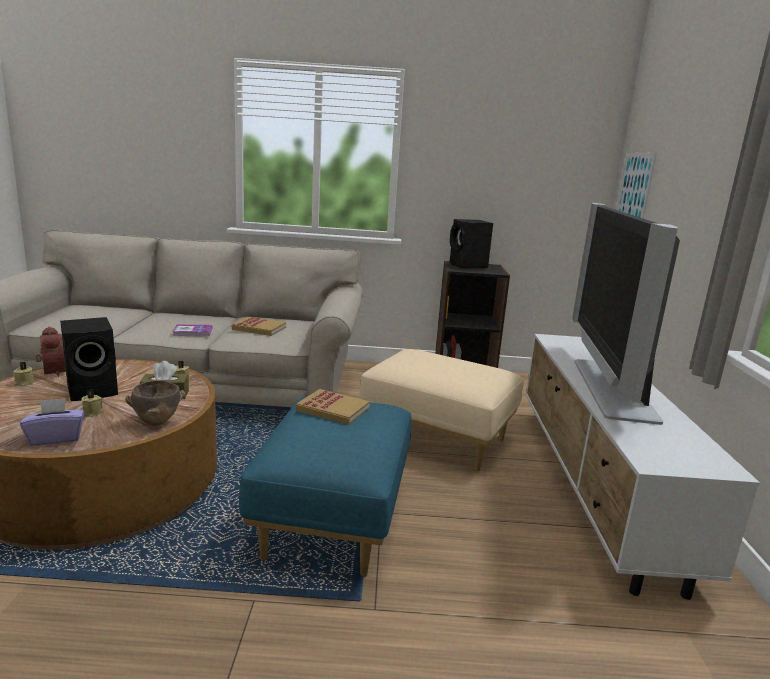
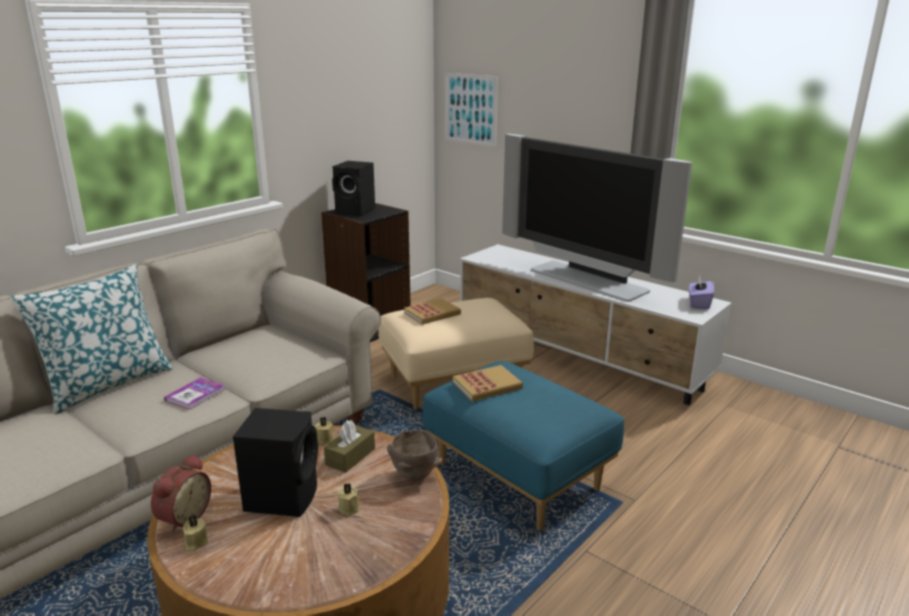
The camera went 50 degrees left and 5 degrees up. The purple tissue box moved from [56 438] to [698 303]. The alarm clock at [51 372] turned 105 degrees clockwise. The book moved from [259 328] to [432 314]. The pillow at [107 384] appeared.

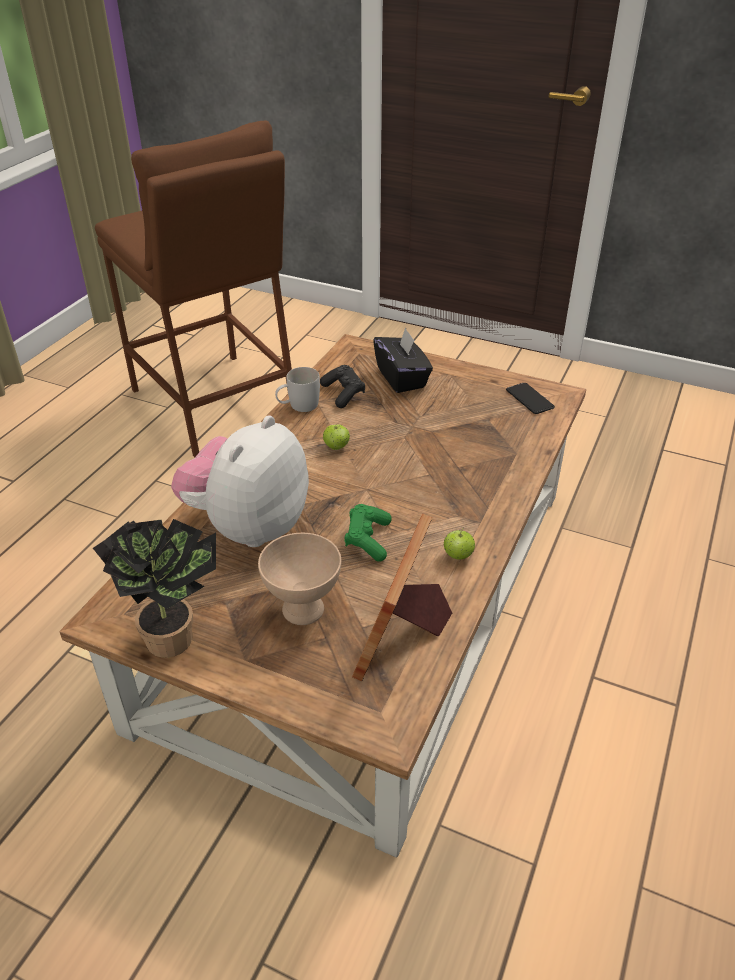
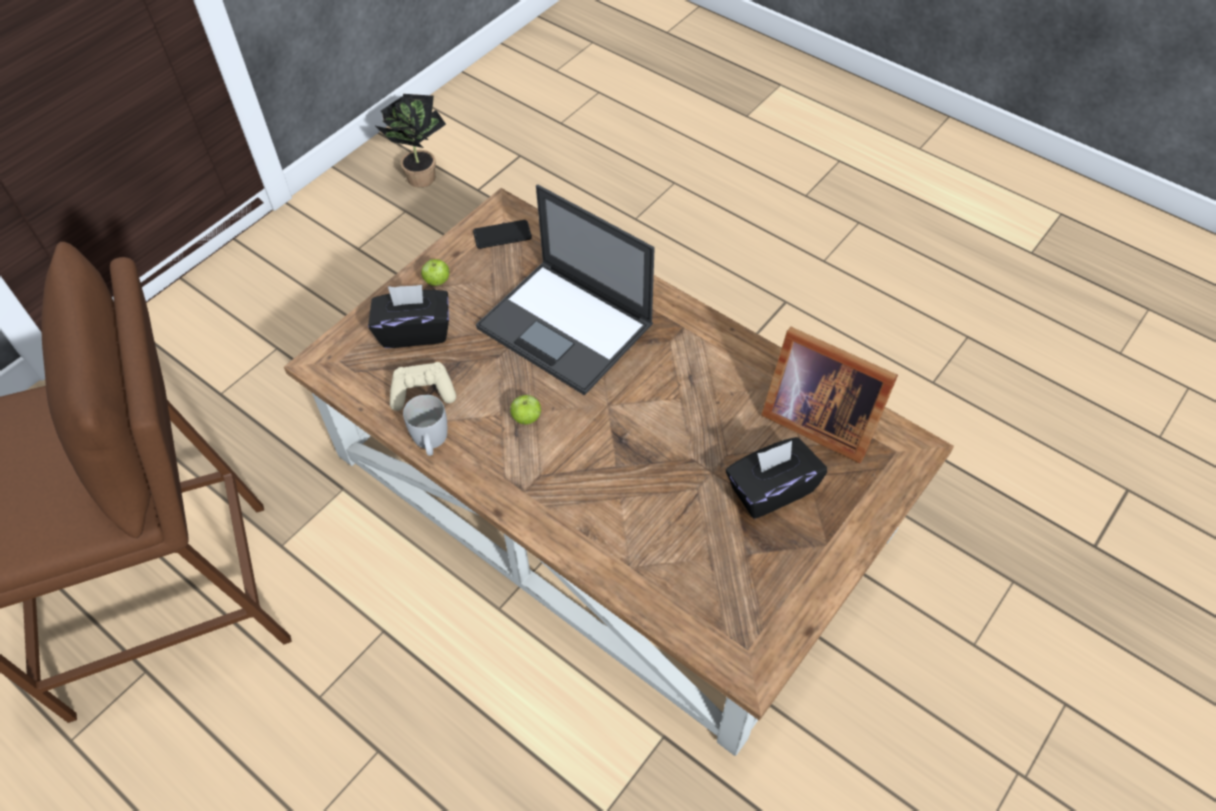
The camera went 75 degrees left and 15 degrees up. The potted plant moved from [176 637] to [420 174]. The plush toy at [248 526] disappeared. The beige bowl at [301 609] was replaced by the black tissue box at [771 490]. The black game controller at [343 393] became the beige game controller at [423 393]. The green game controller at [368 540] disappeared. The apple moved from [458 556] to [437 282]. The laptop at [567 327] appeared.

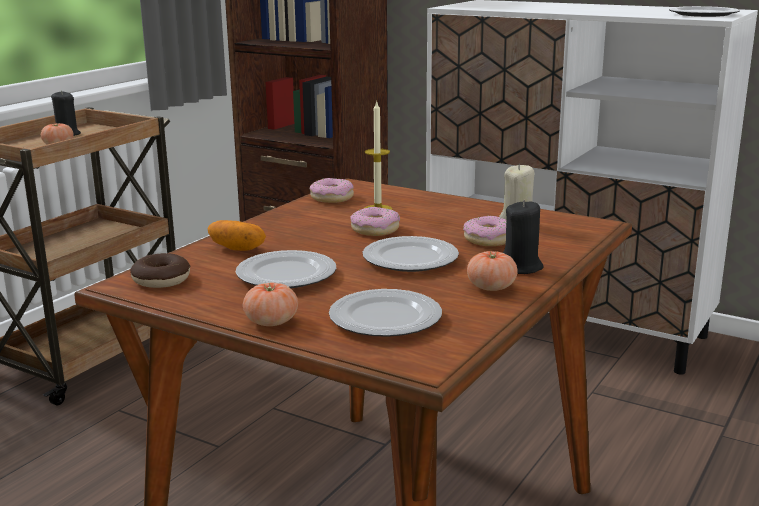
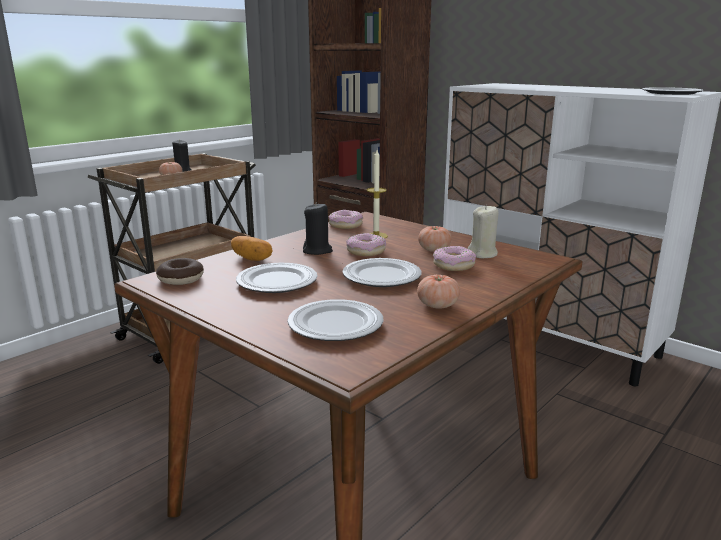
The camera went 10 degrees right and 0 degrees up. The tomato moved from [271 322] to [434 250]. The black candle moved from [521 268] to [317 251].

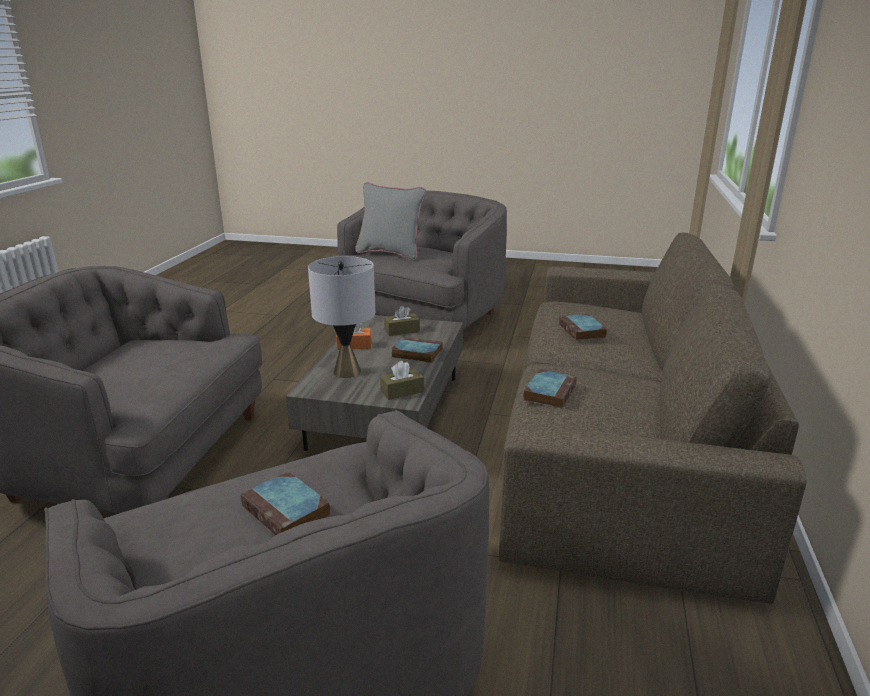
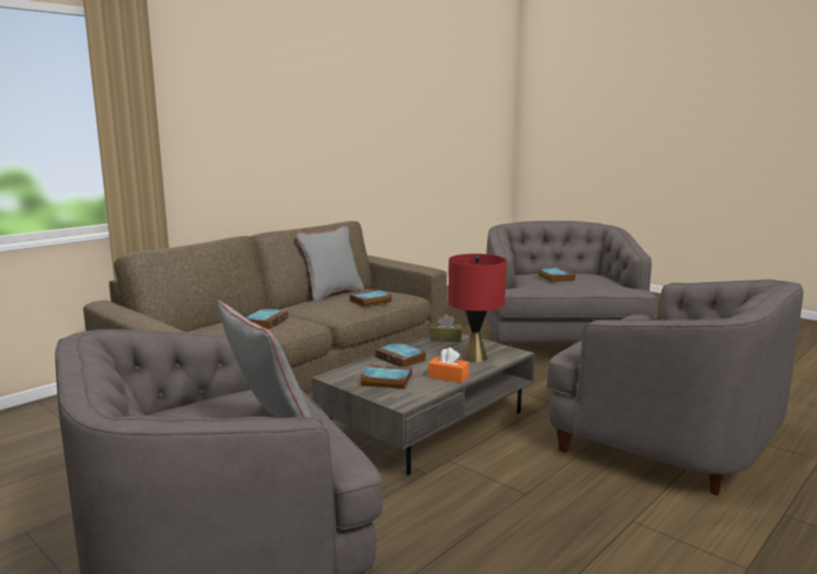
The camera went 150 degrees left and 10 degrees down. The grey table lamp at [346 371] became the red table lamp at [475 358]. The brown tissue box at [402 331] was replaced by the book at [385 381]. The grey pillow at [332 294] appeared.

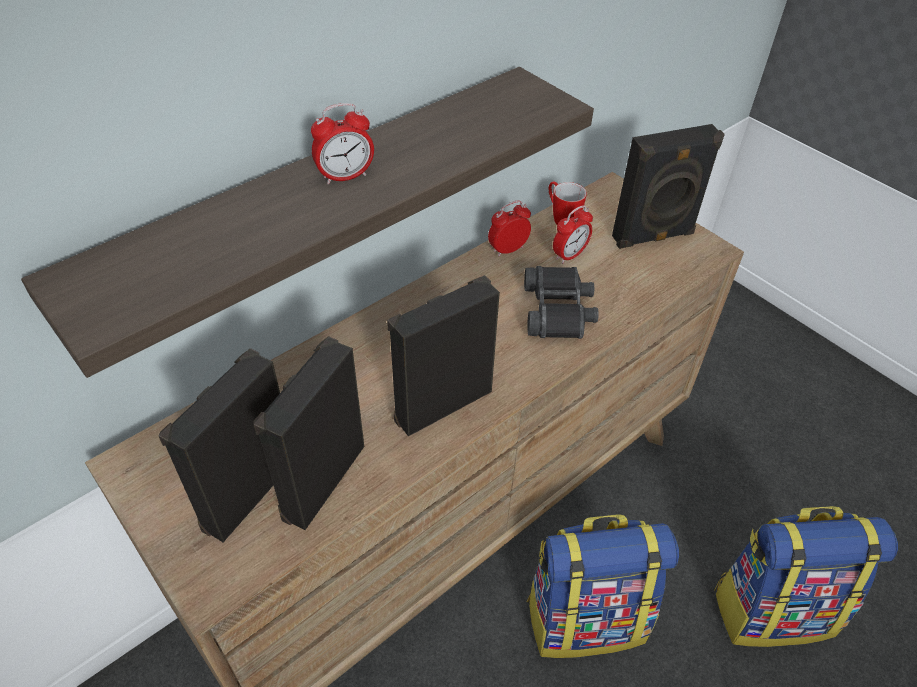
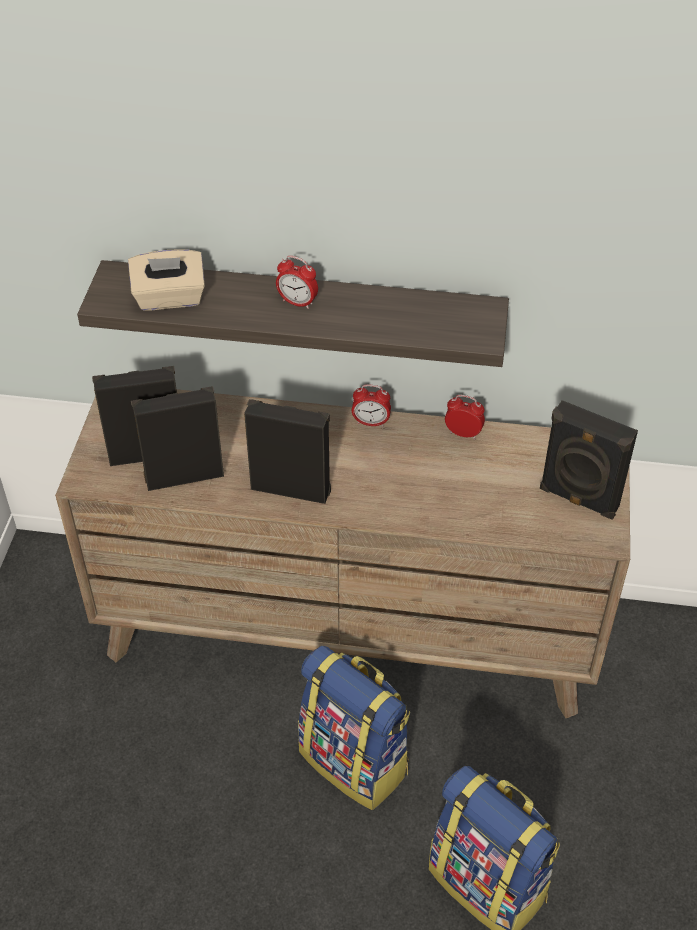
The camera went 50 degrees right and 0 degrees up. The black binoculars at [558 311] disappeared. The mug at [561 219] disappeared. The alarm clock moved from [569 255] to [371 422]. The beige tissue box at [169 298] appeared.

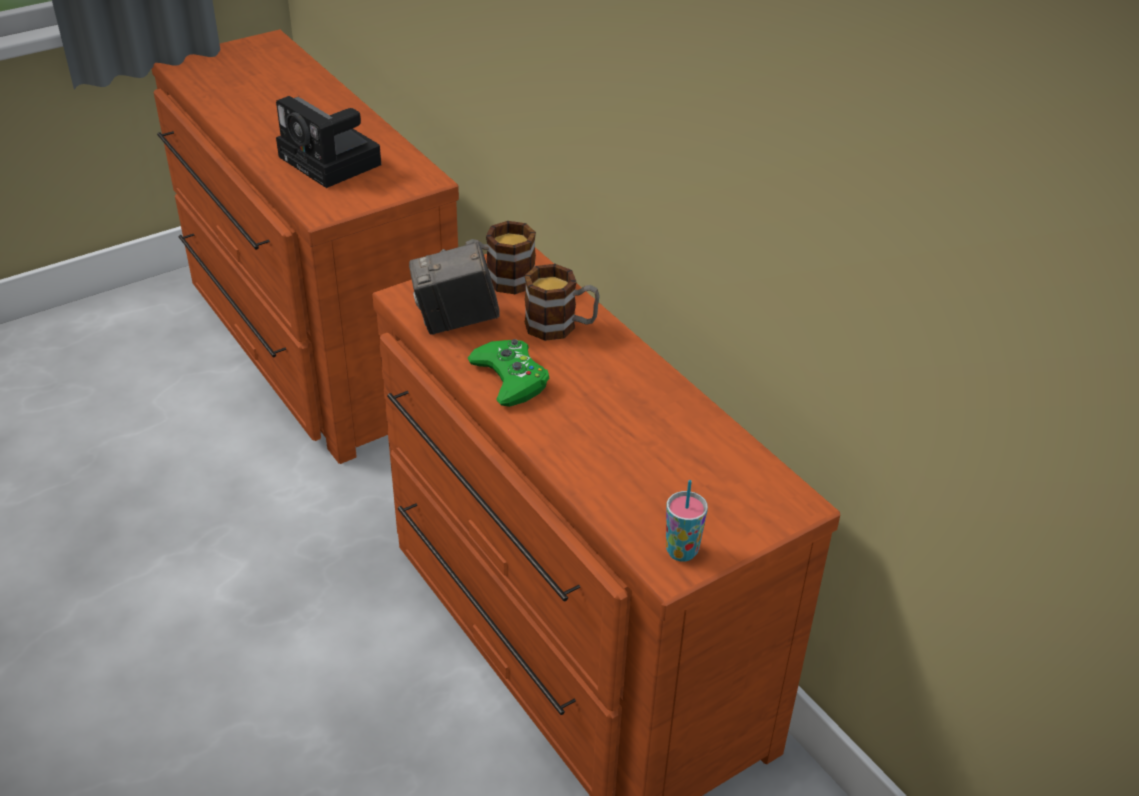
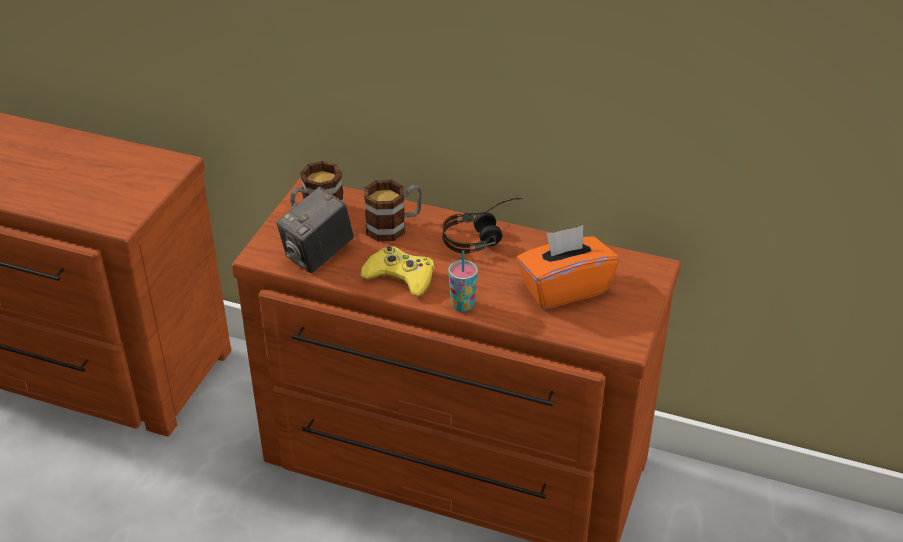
The camera went 35 degrees left and 0 degrees up. The photo camera at [333 162] disappeared. The green game controller at [510 378] became the yellow game controller at [400 276]. The cup moved from [681 551] to [462 305]. The headphones at [484 236] appeared. The orange tissue box at [564 288] appeared.

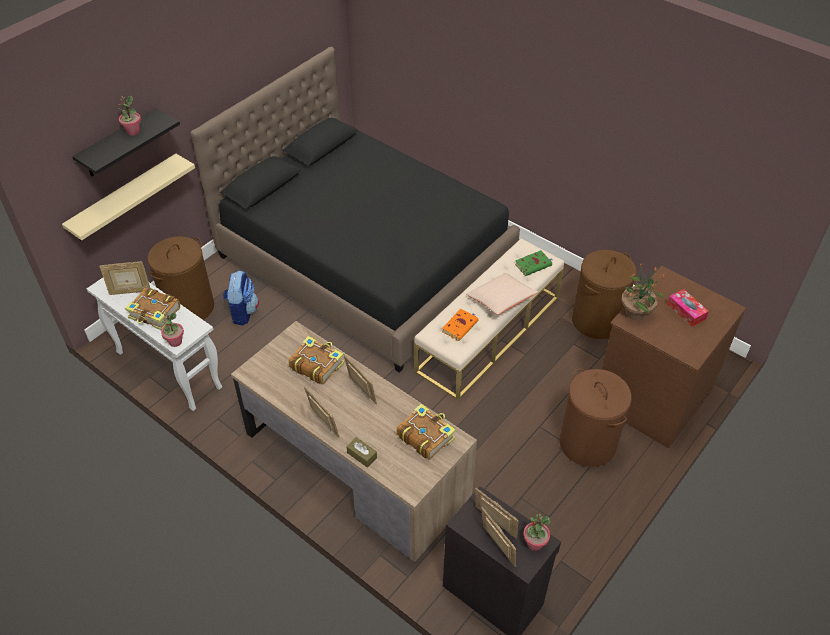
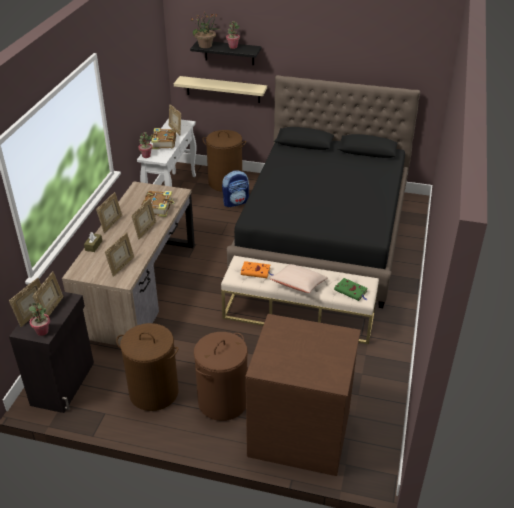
The camera went 65 degrees right and 10 degrees down. The book at [425 436] was replaced by the picture frame at [121 266]. The brown laundry basket moved from [597 321] to [153 392]. The potted plant moved from [636 312] to [205 45]. The tissue box at [686 311] disappeared.

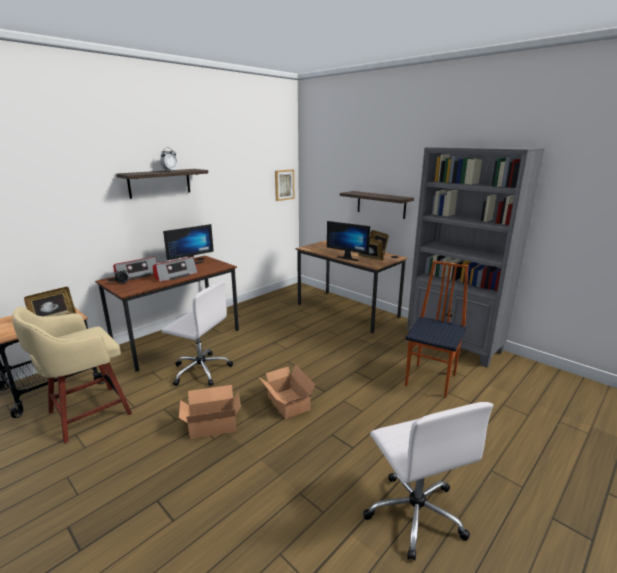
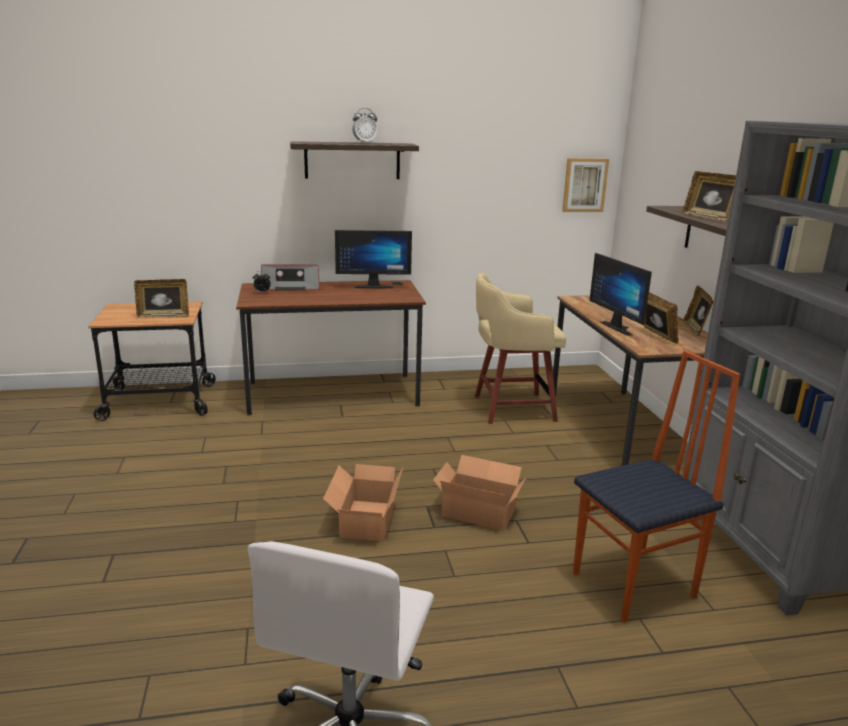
The camera went 35 degrees right and 0 degrees up. The beige stool moved from [86 414] to [511 408]. The radio at [175 275] disappeared. The white office chair at [200 370] disappeared. The cardboard box moved from [211 424] to [478 510]. The picture frame at [707 217] appeared.

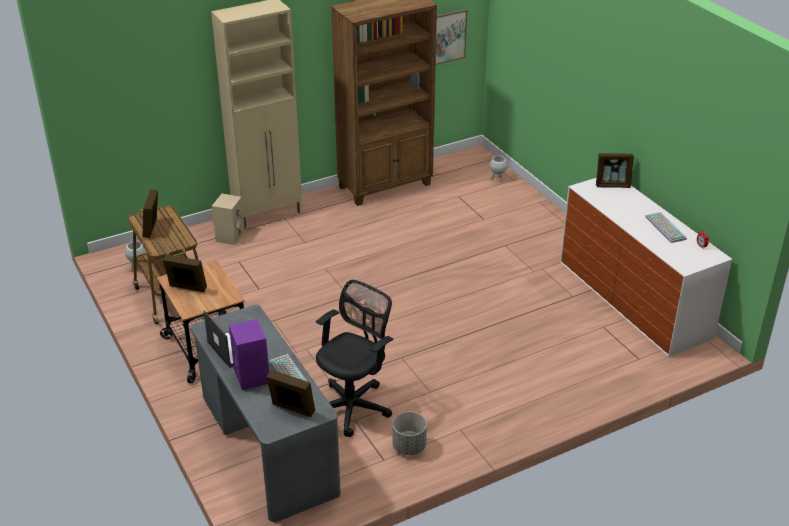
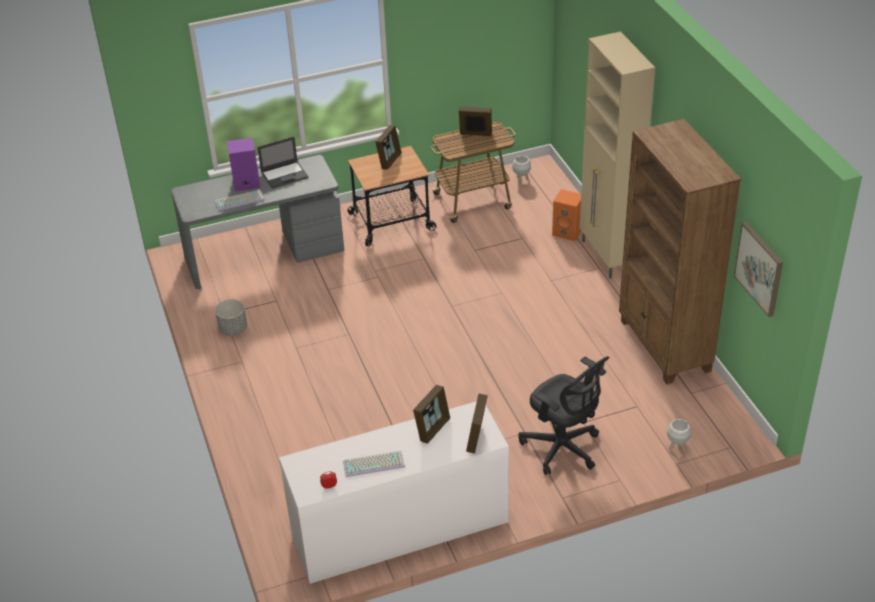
The camera went 100 degrees right and 5 degrees up. The beige speaker at [230 236] became the orange speaker at [568 232]. The picture frame moved from [292 410] to [432 428]. The black office chair moved from [353 406] to [563 448].

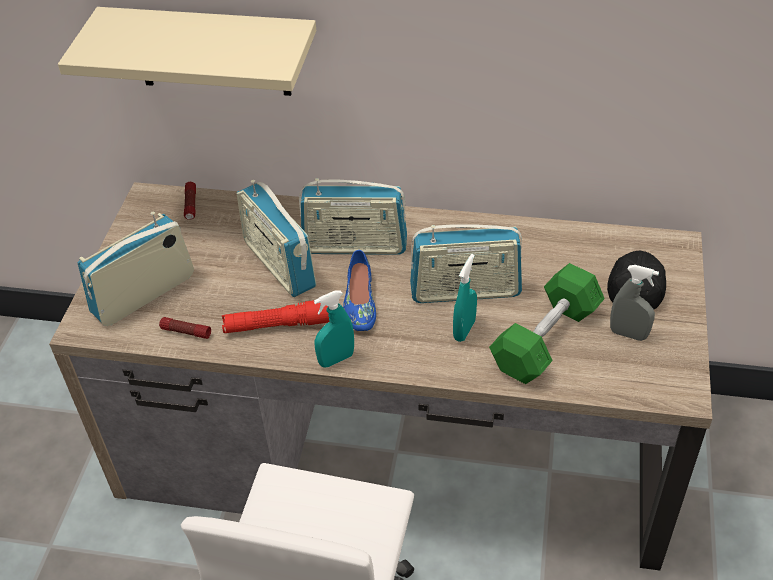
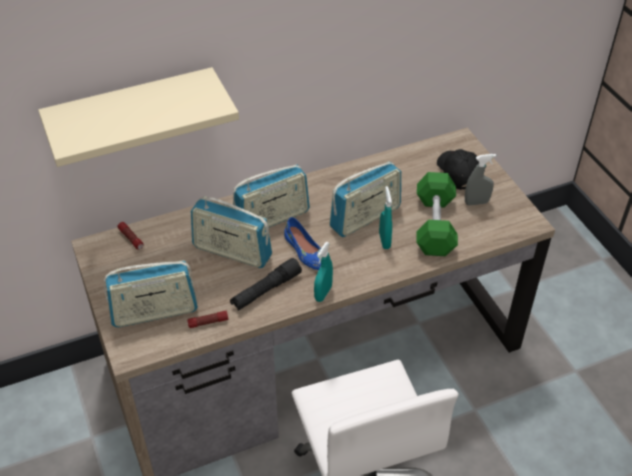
The camera went 35 degrees left and 0 degrees up. The radio at [144 294] turned 120 degrees counterclockwise. The red flashlight at [277 325] became the black flashlight at [266 290].

